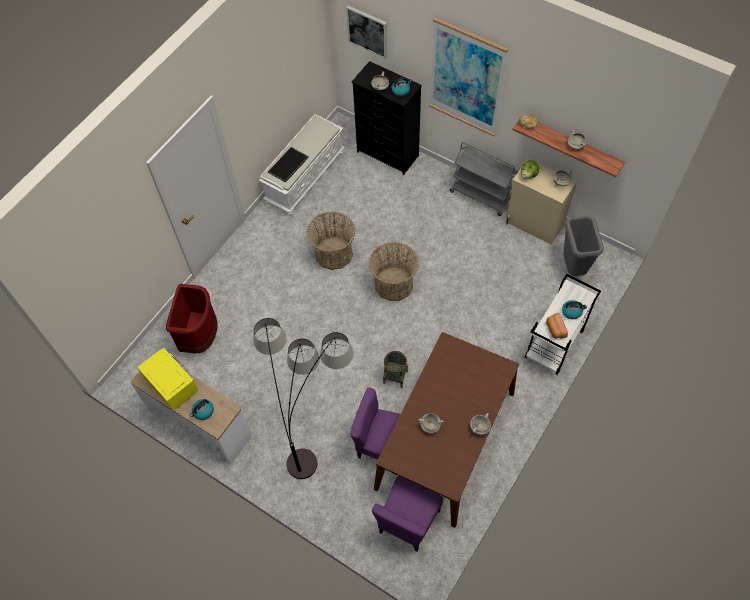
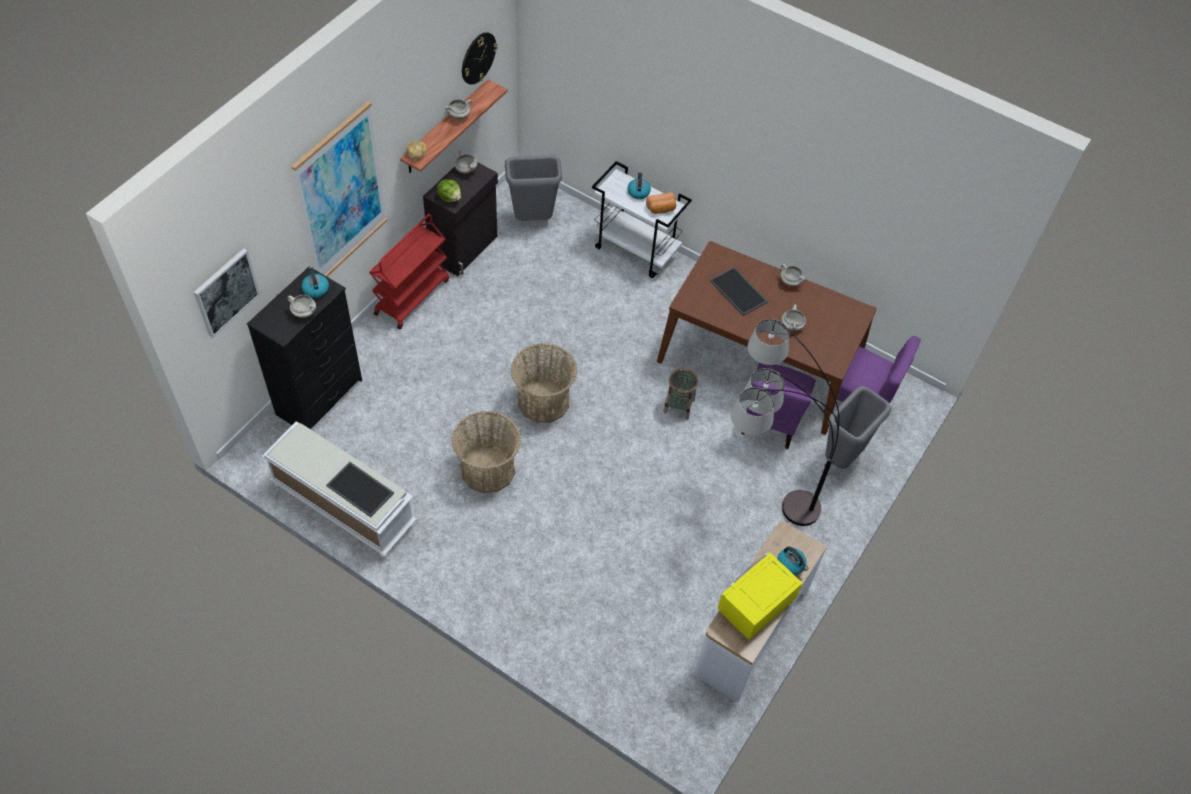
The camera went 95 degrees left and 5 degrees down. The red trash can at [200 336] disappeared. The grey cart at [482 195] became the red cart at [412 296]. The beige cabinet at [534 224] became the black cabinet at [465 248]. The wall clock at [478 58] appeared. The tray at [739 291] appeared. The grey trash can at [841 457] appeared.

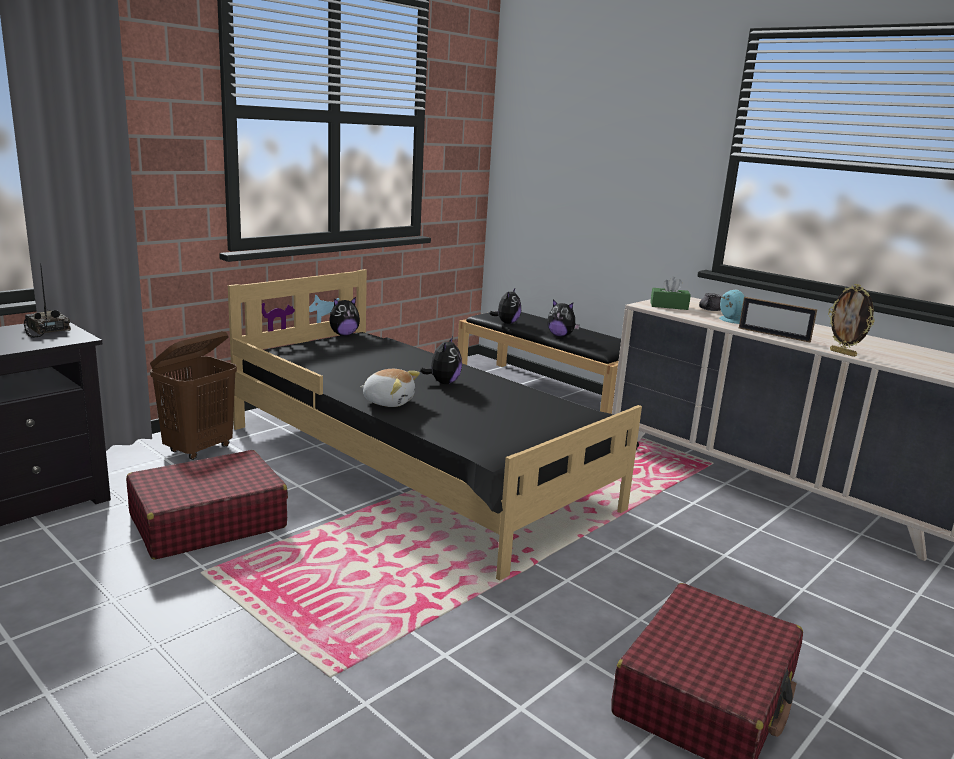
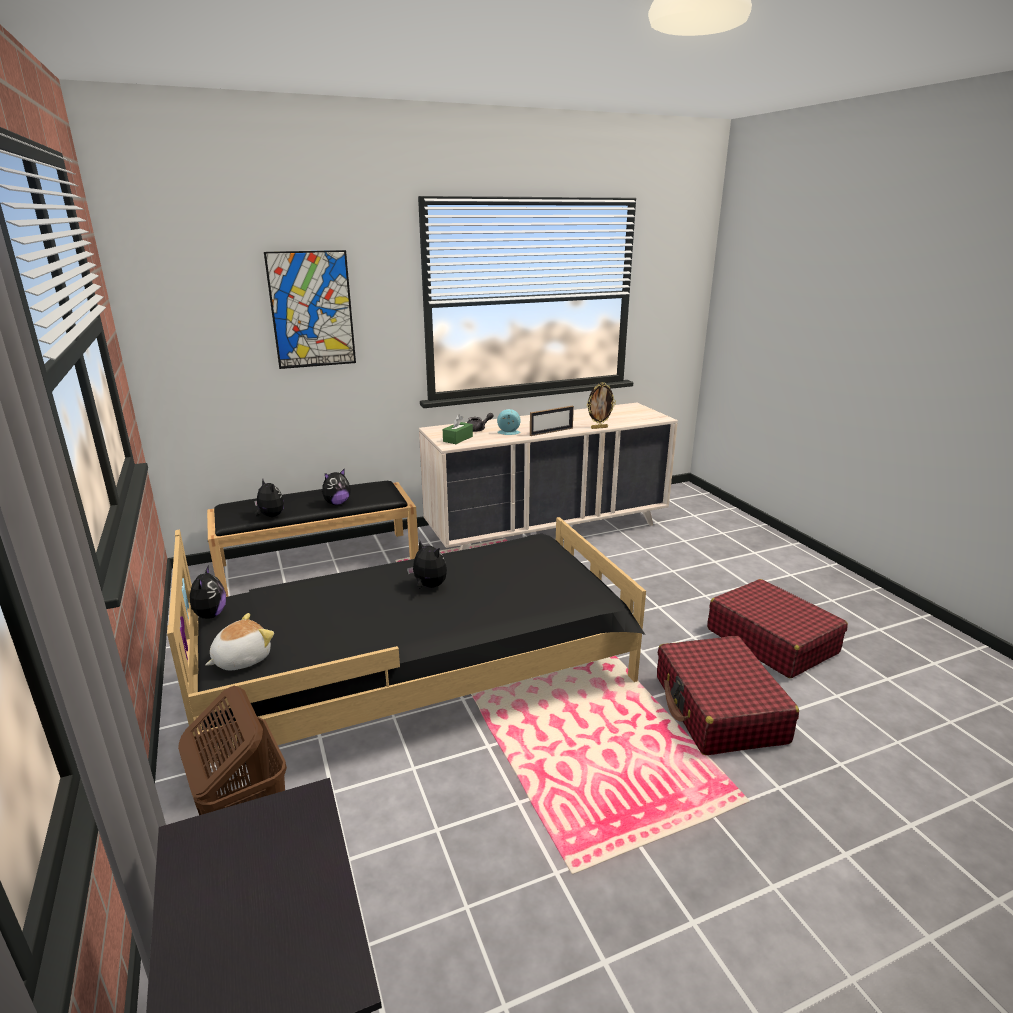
The camera went 65 degrees left and 5 degrees up. The radio at [45 330] disappeared. The red suitcase moved from [207 522] to [719 709]. The plush toy moved from [388 402] to [241 659]. The picture at [312 310] appeared.

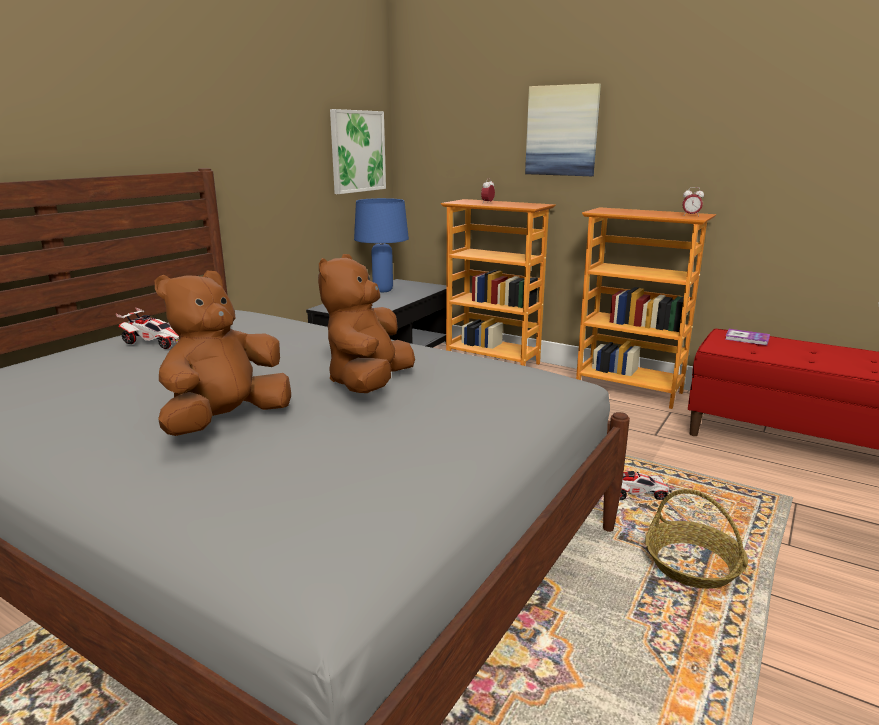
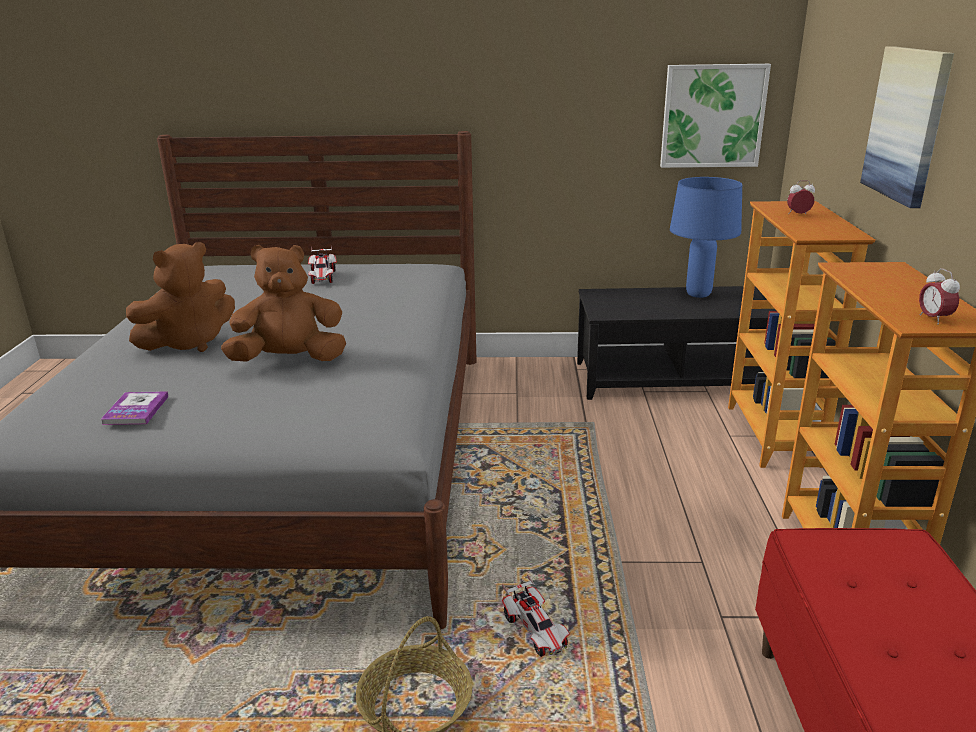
The camera went 60 degrees right and 5 degrees up. The brown plush toy at [226 421] turned 135 degrees clockwise. The book moved from [747 338] to [136 410].

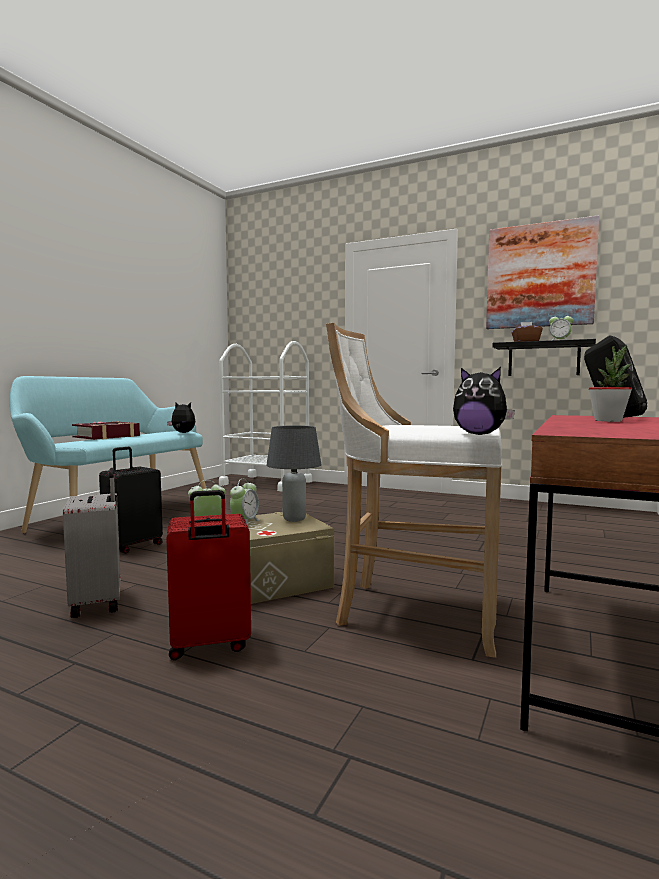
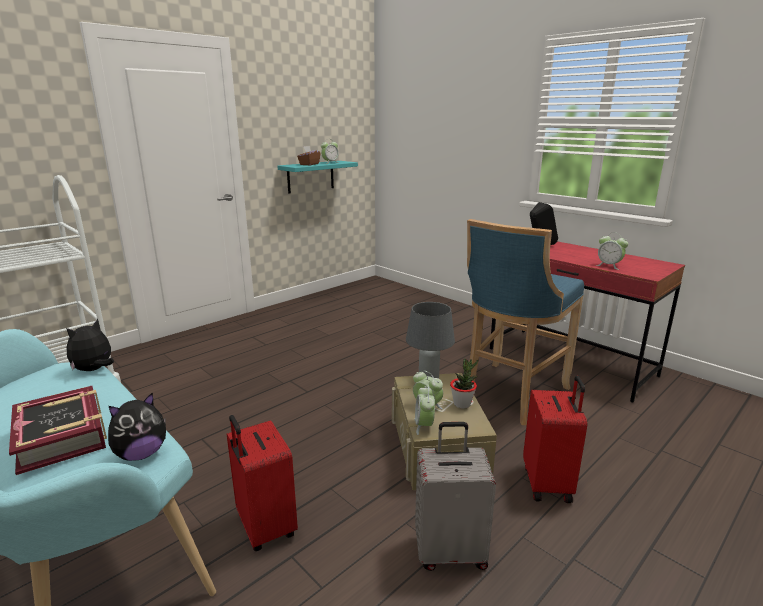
The camera went 70 degrees left and 15 degrees up. The black suitcase at [133 546] became the red suitcase at [264 527]. The white stool at [414 612] became the blue stool at [510 395]. The plush toy moved from [480 434] to [141 454]. The picture at [540 275] disappeared. The black shelf at [543 359] became the turquoise shelf at [310 176]. The potted plant moved from [608 421] to [462 404]. The alarm clock at [609 266] appeared.

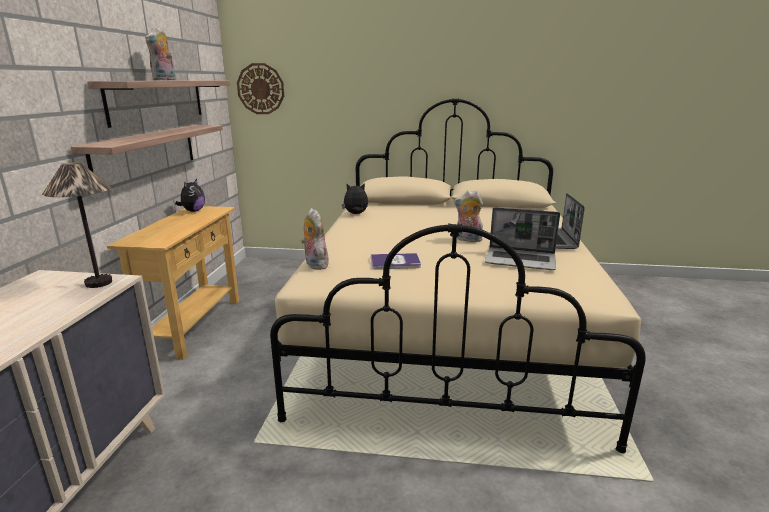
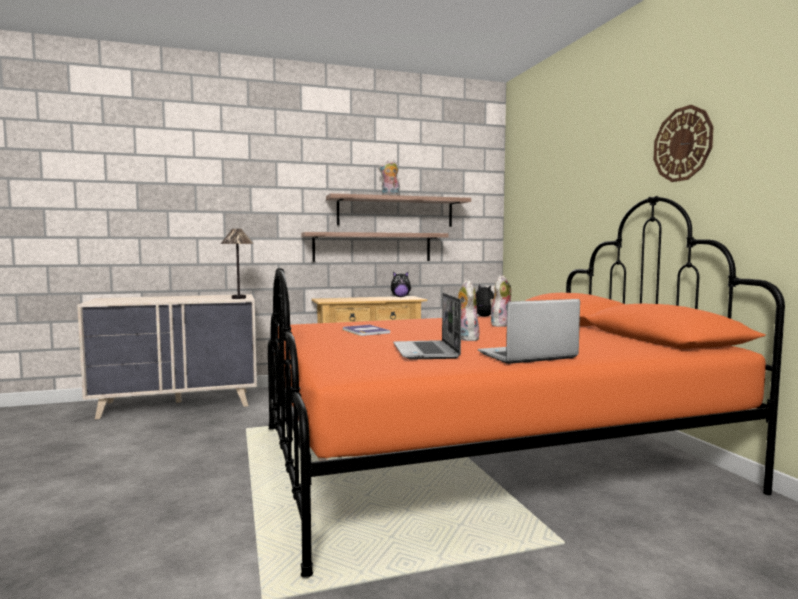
The camera went 65 degrees right and 15 degrees down. The wall clock moved from [260 89] to [682 144]. The beige bed at [446 327] became the orange bed at [483 458]. The plush toy moved from [314 264] to [500 325].

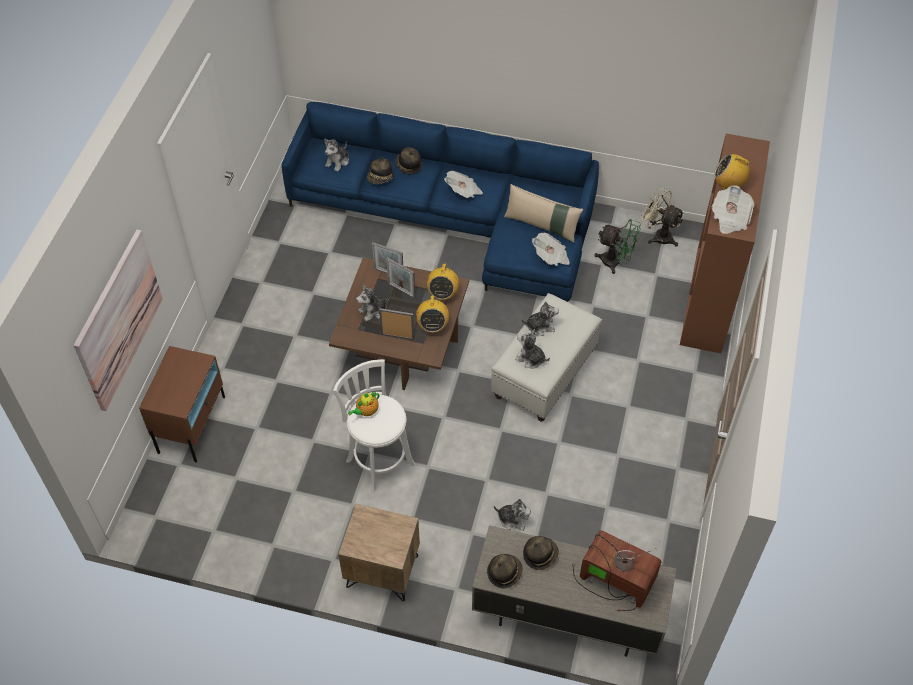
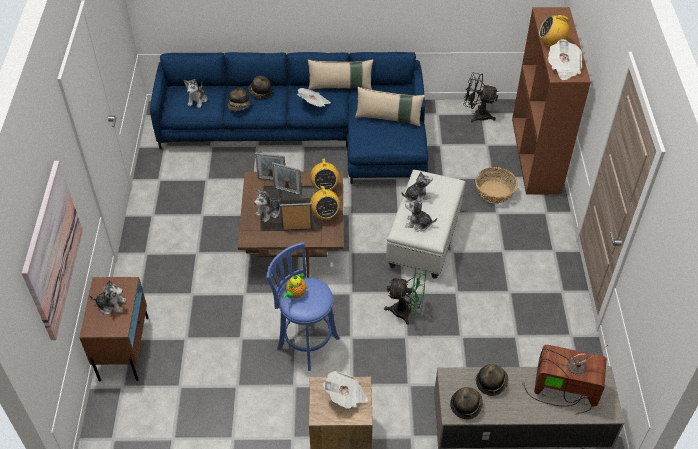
The camera went 15 degrees left and 5 degrees down. The white stool at [378 460] became the blue stool at [305 341]. The plush toy moved from [513 519] to [111 305]. The newspaper moved from [551 257] to [346 396]. The green fan moved from [615 262] to [406 312]. The beige fan at [658 235] became the black fan at [477 115]. The beige pillow at [340 86] appeared. The basket at [494 192] appeared.

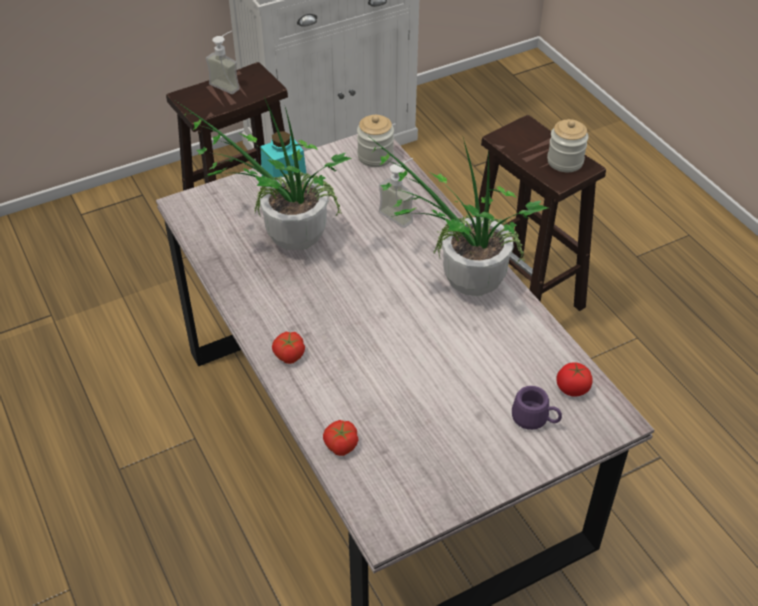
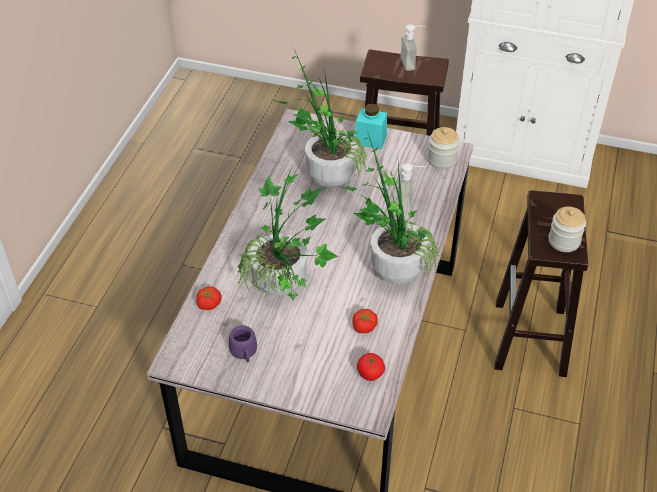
The camera went 45 degrees right and 0 degrees up. The tomato moved from [289 355] to [363 326]. The purple mug moved from [535 420] to [244 353]. The potted plant at [284 293] appeared.

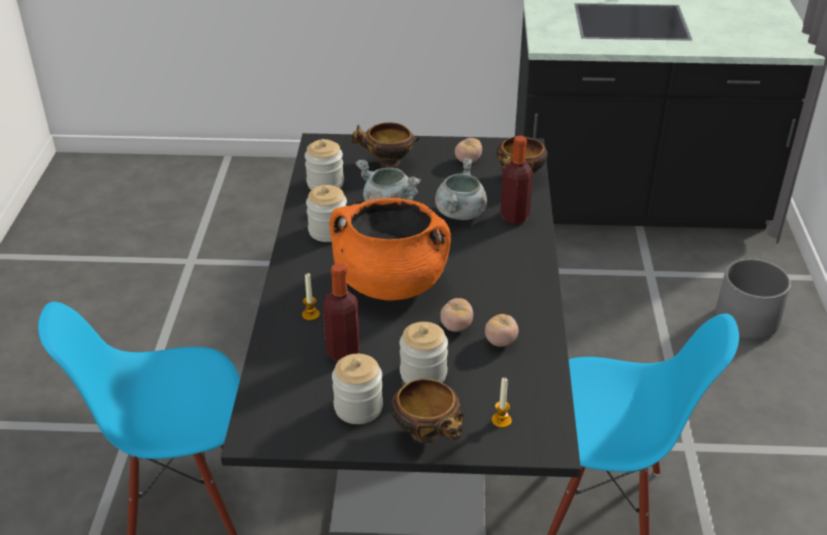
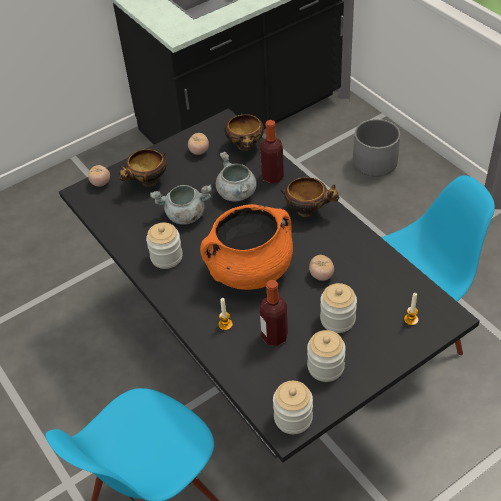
The camera went 35 degrees left and 10 degrees up. The jar moved from [325 183] to [293 418]. The bowl moved from [427 434] to [308 211]. The tomato moved from [500 341] to [100 183].

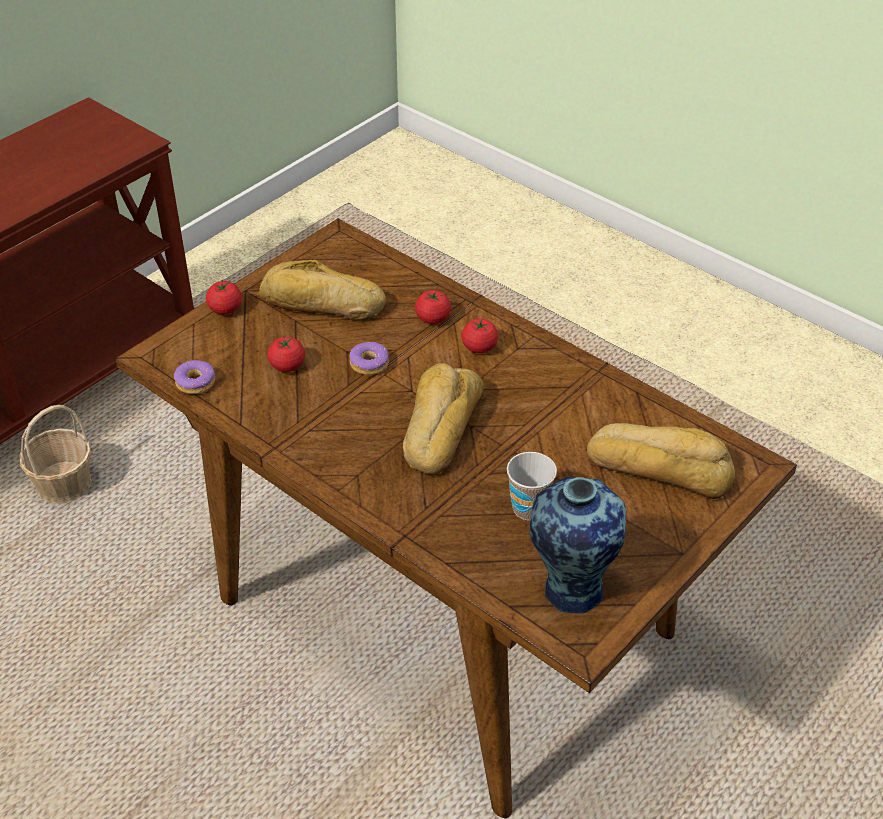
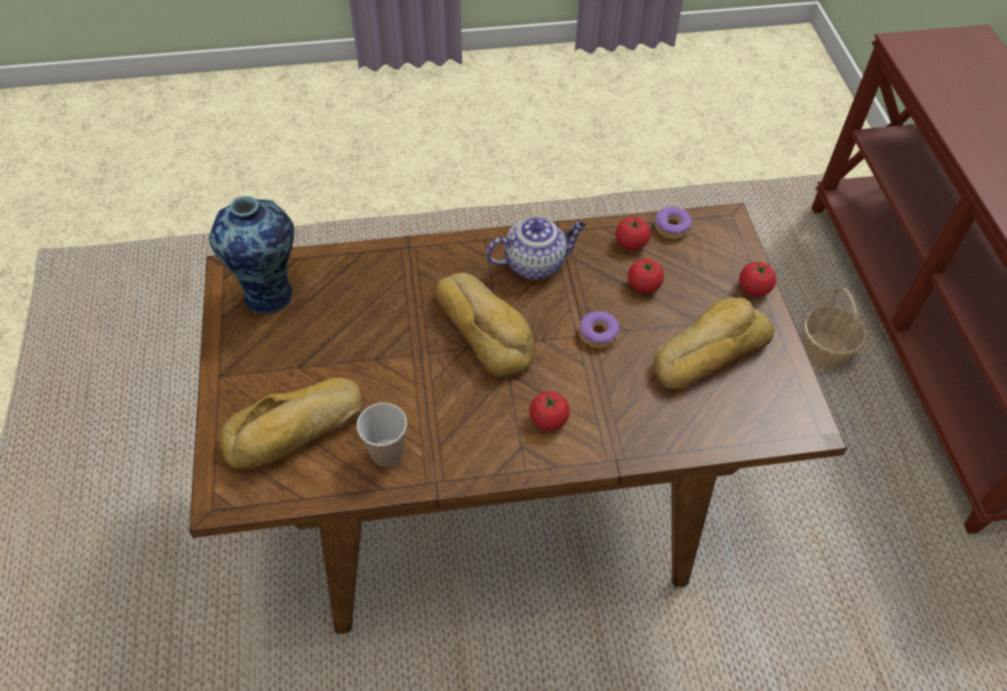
The camera went 130 degrees right and 10 degrees up. The tomato moved from [433 318] to [631 243]. The cup moved from [529 508] to [387 452]. The teapot at [535 263] appeared.

